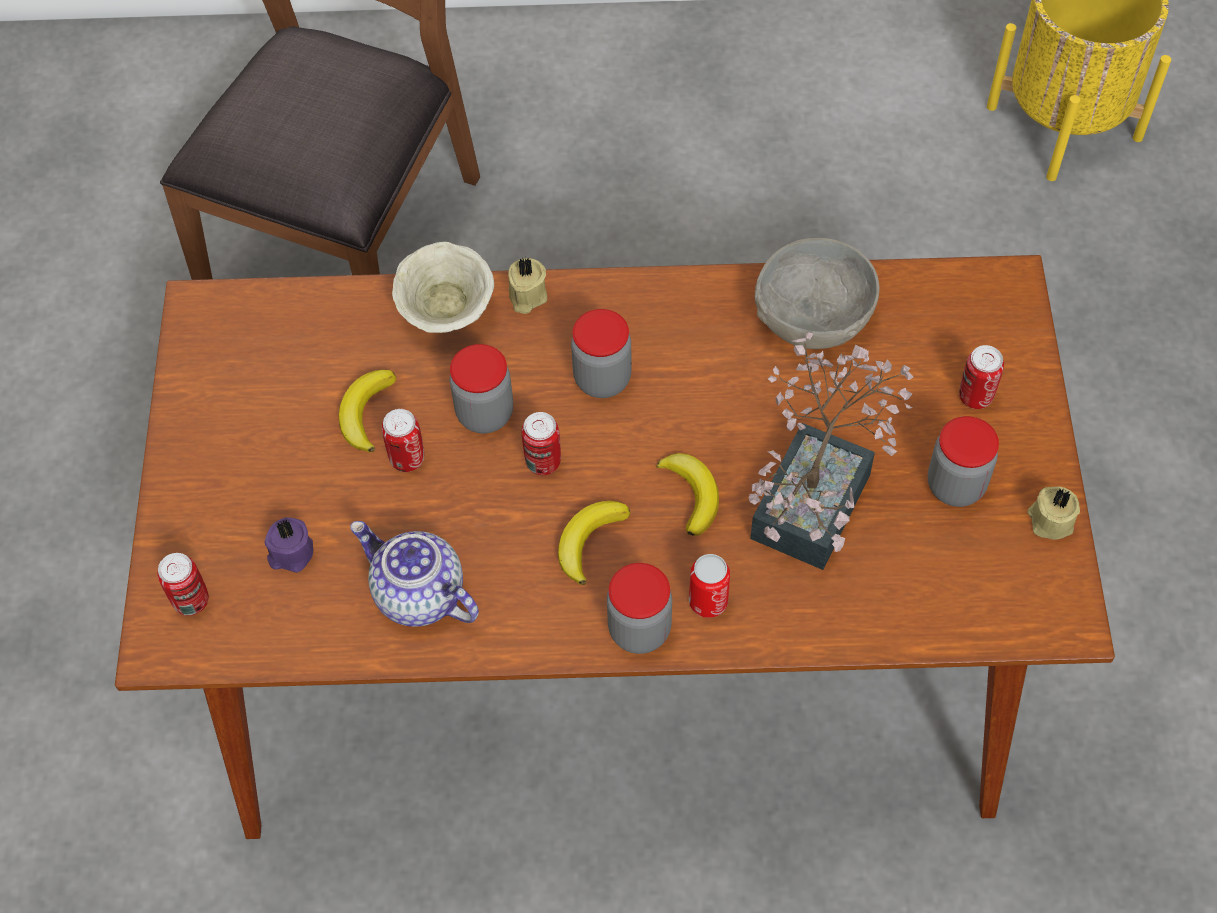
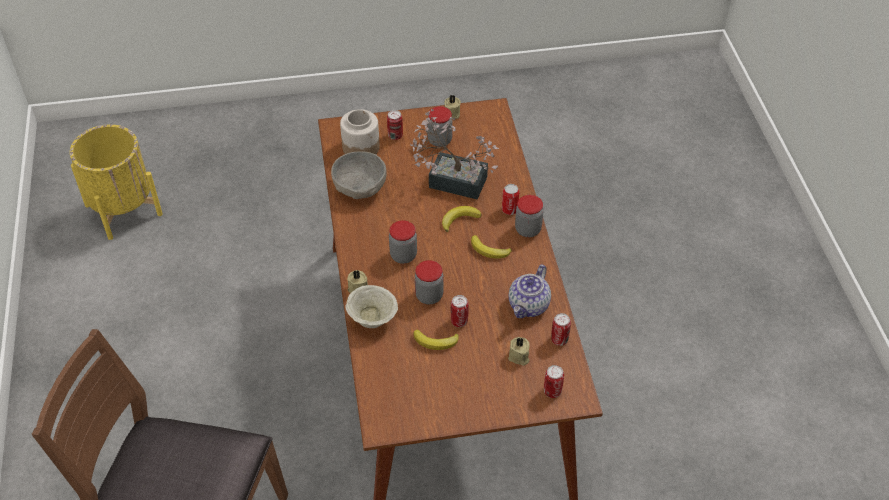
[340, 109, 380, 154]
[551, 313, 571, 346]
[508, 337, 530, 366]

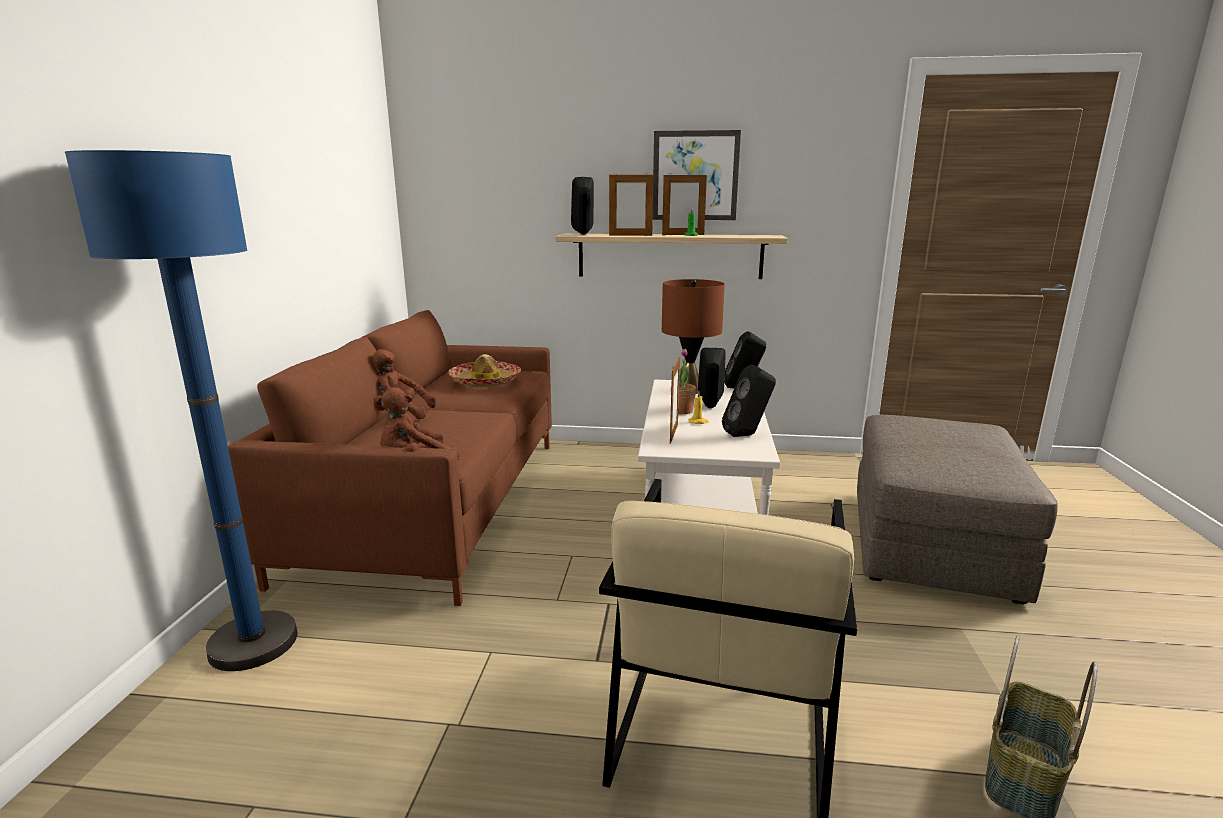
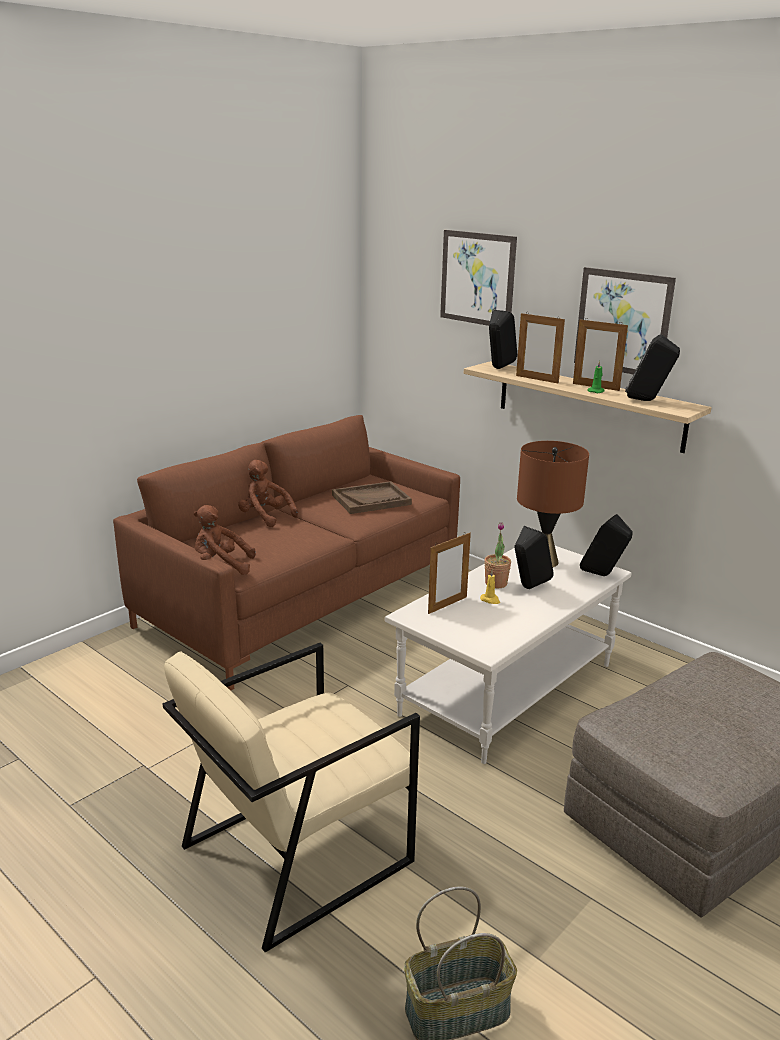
[65, 150, 298, 671] (first image)
[440, 230, 517, 326]
[625, 334, 680, 401]
[332, 481, 412, 514]

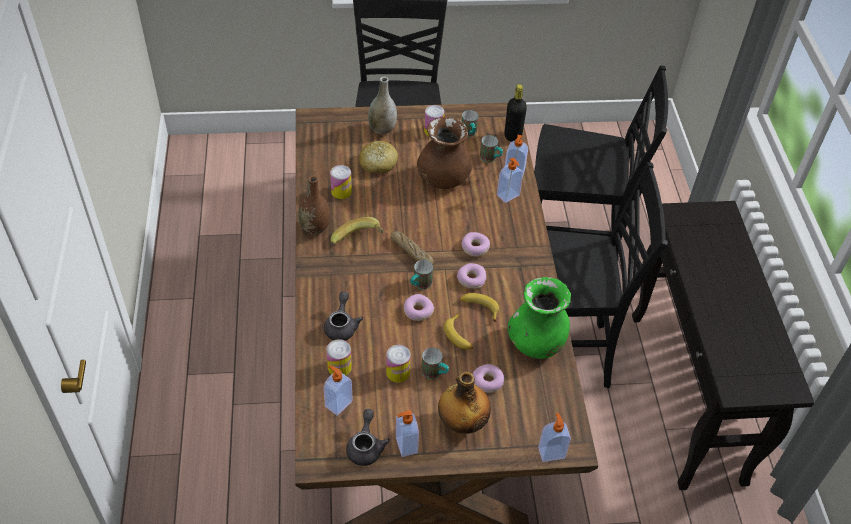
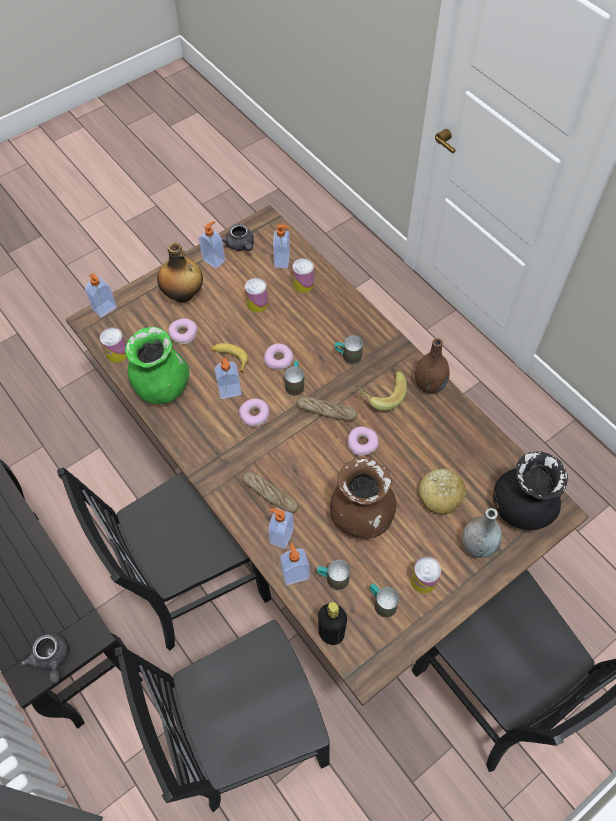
[242, 471, 299, 513]
[493, 451, 568, 530]
[20, 633, 69, 684]
[100, 327, 127, 363]
[334, 336, 363, 365]
[347, 426, 379, 456]
[215, 358, 242, 399]

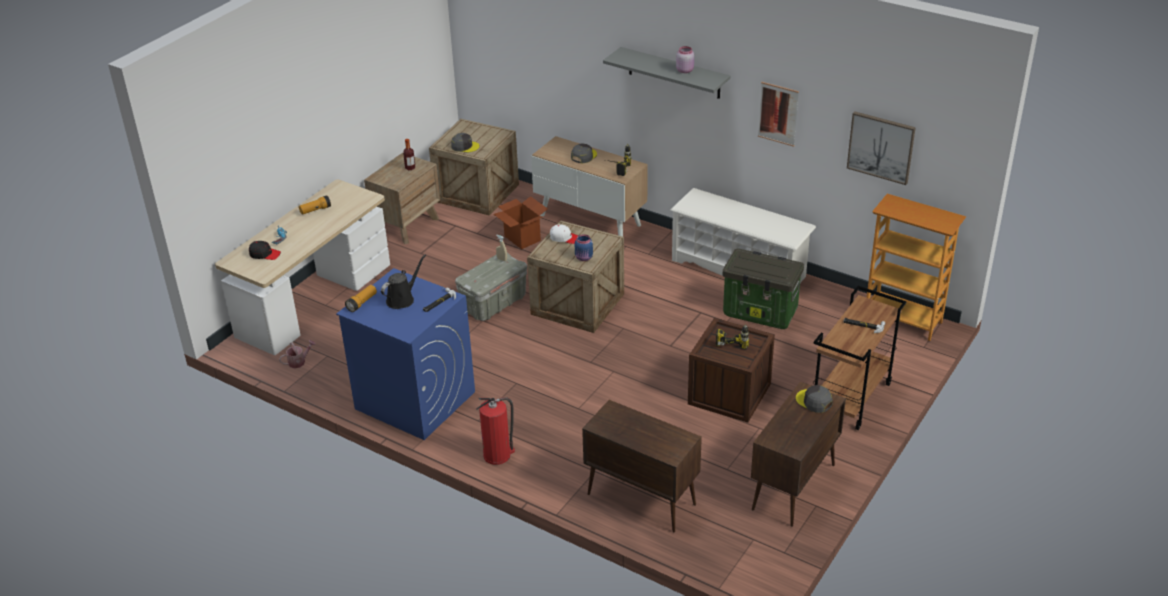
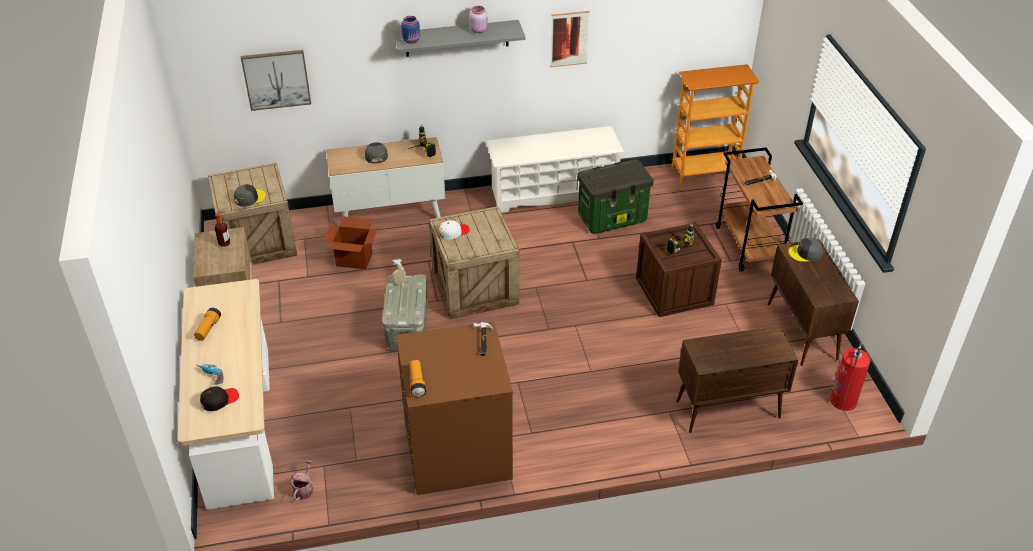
[381, 255, 426, 309] (first image)
[830, 342, 870, 411]
[401, 16, 420, 43]
[241, 50, 311, 111]
[396, 321, 513, 495]

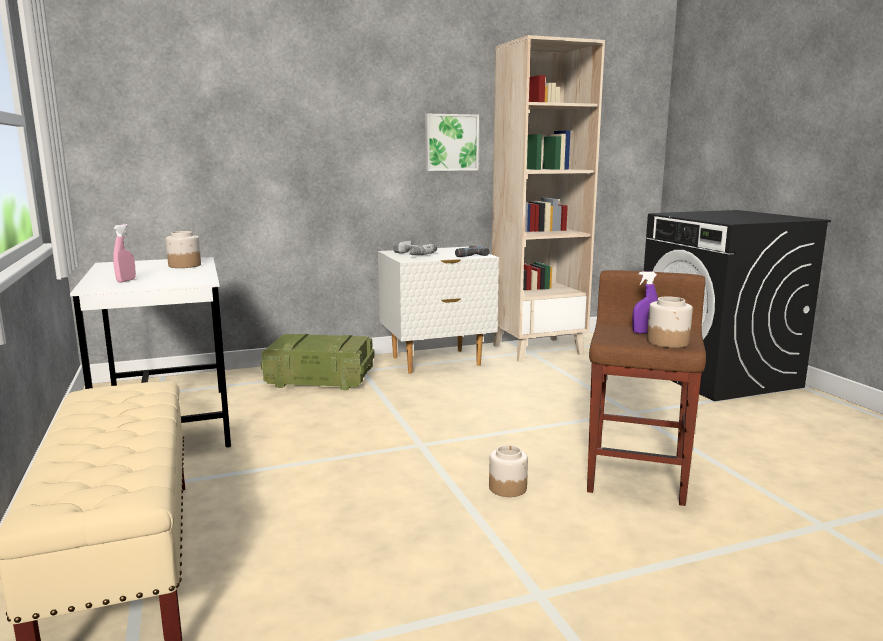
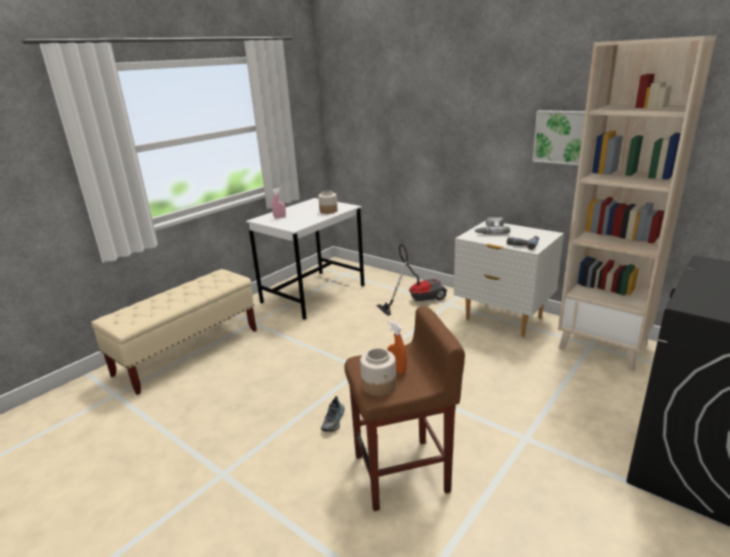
[376, 244, 447, 316]
[321, 396, 344, 432]
[387, 321, 407, 374]

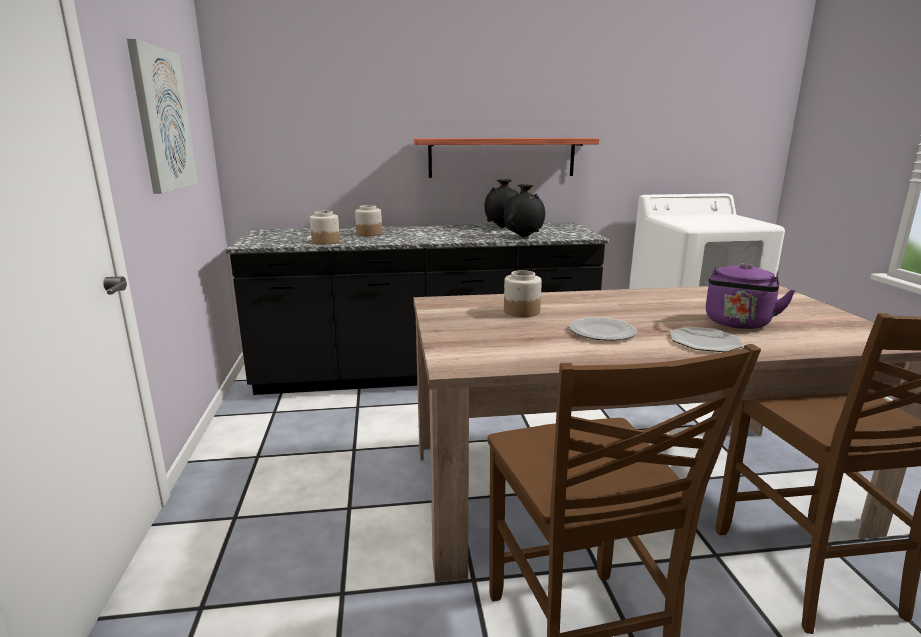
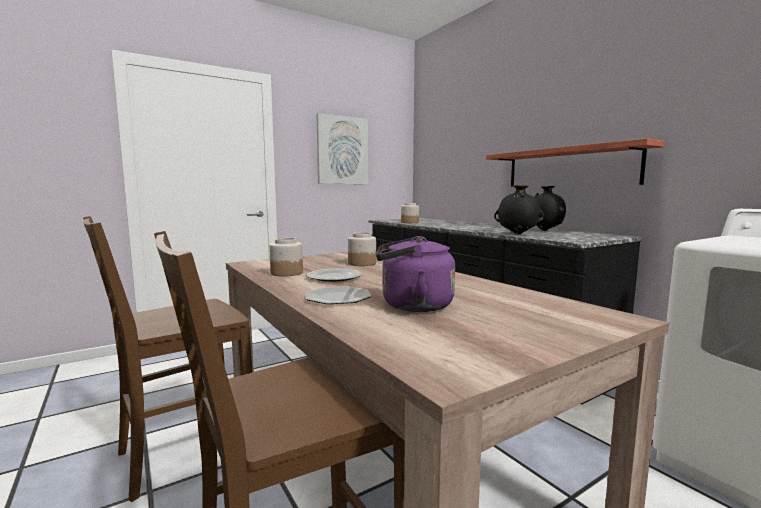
[269, 238, 303, 276]

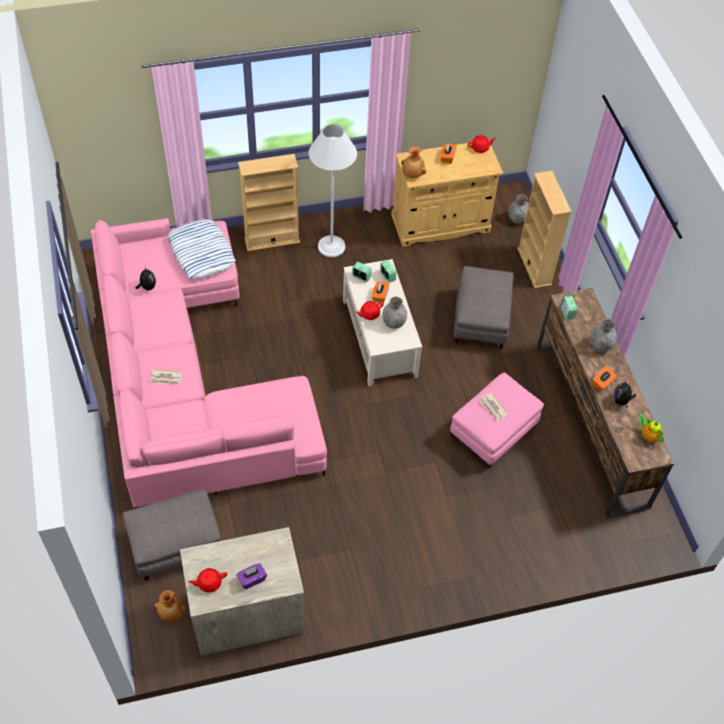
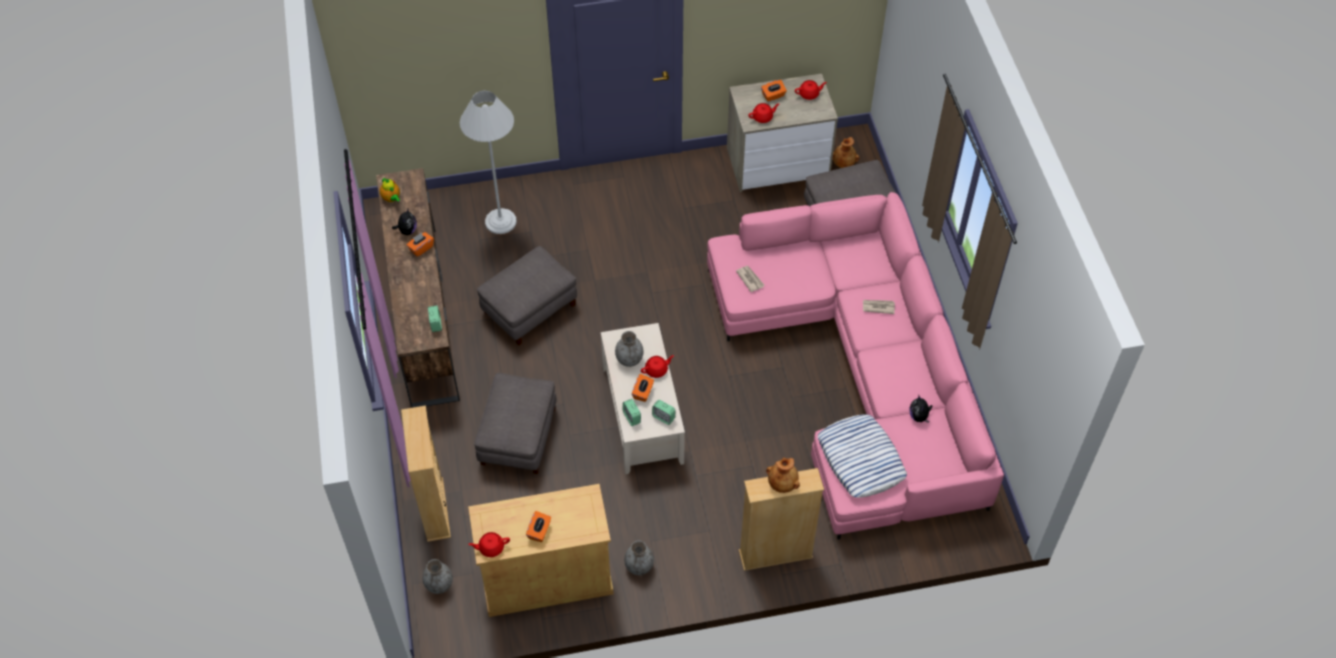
[749, 103, 779, 123]
[460, 91, 517, 234]
[766, 457, 800, 493]
[736, 266, 765, 292]
[624, 541, 654, 575]
[761, 80, 787, 102]
[477, 246, 577, 345]

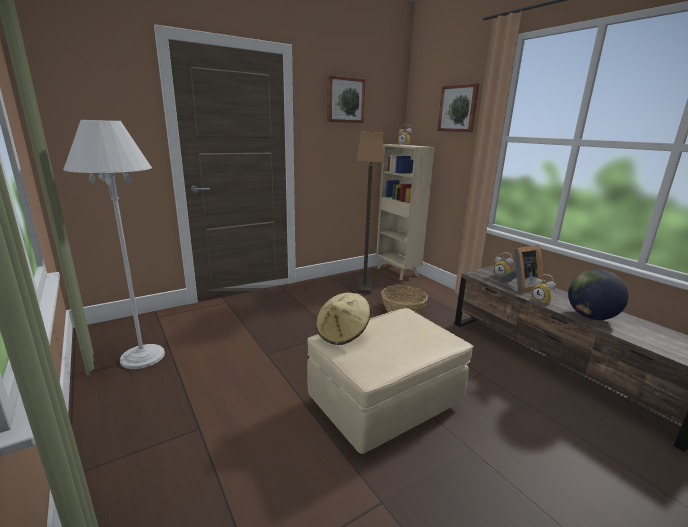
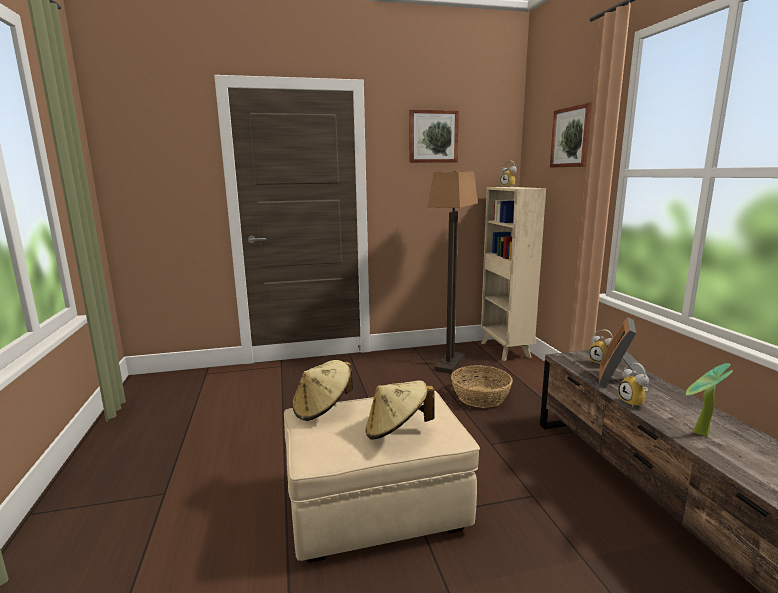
[63, 120, 165, 369] (first image)
[365, 380, 435, 440]
[686, 363, 733, 437]
[599, 317, 647, 388]

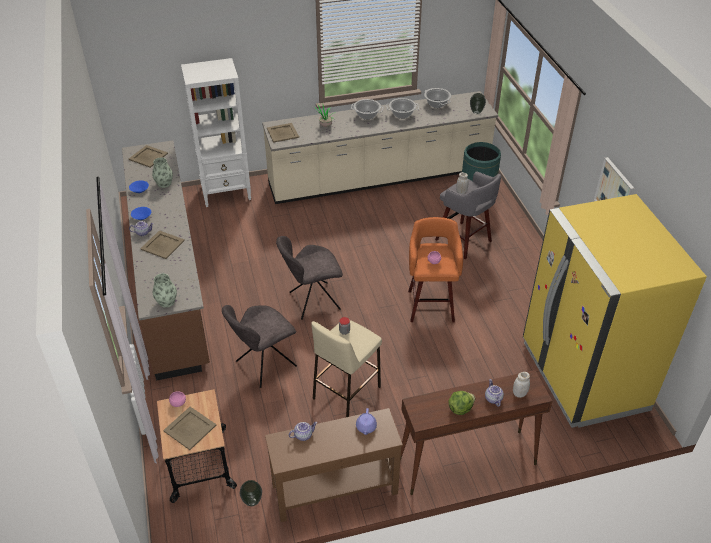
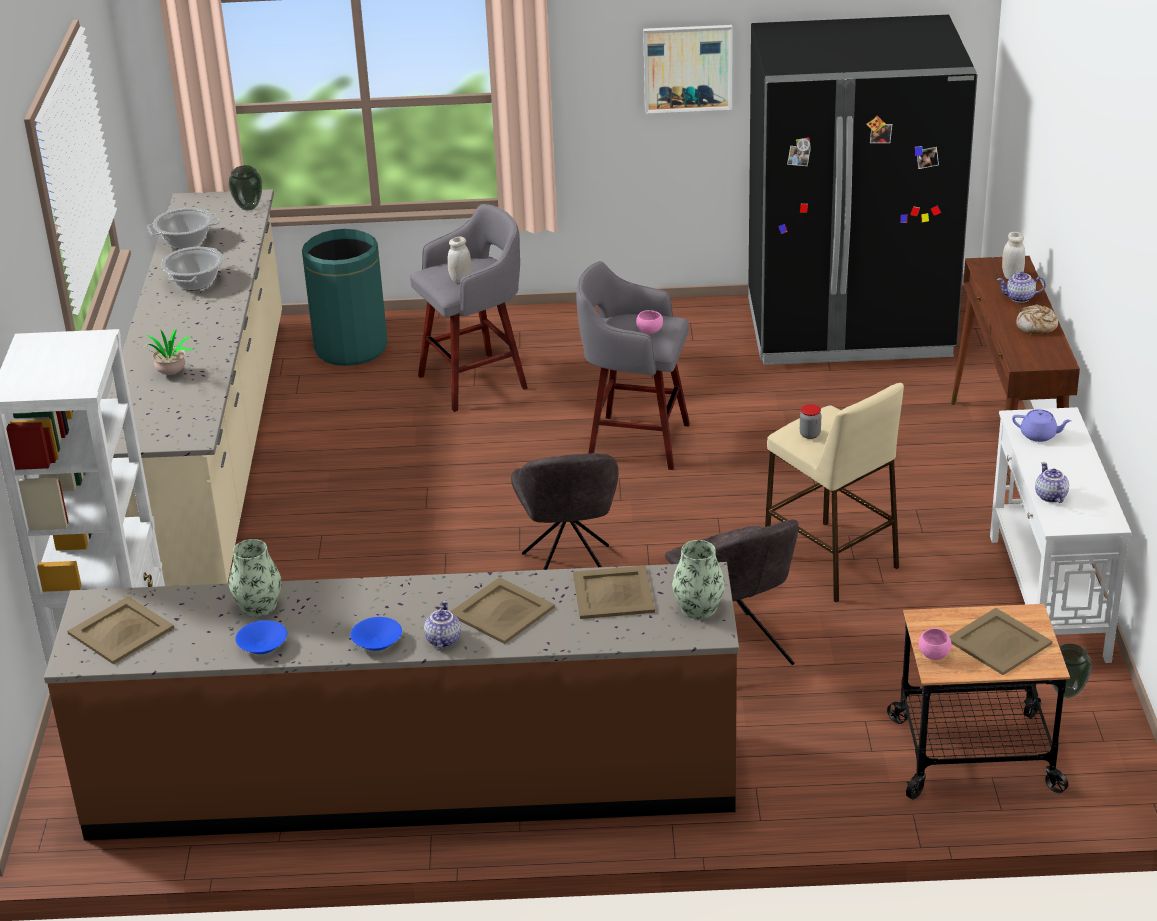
[351, 99, 384, 120] (first image)
[573, 565, 655, 619]
[1016, 304, 1058, 334]
[990, 407, 1132, 663]
[576, 261, 690, 470]
[748, 15, 978, 365]

